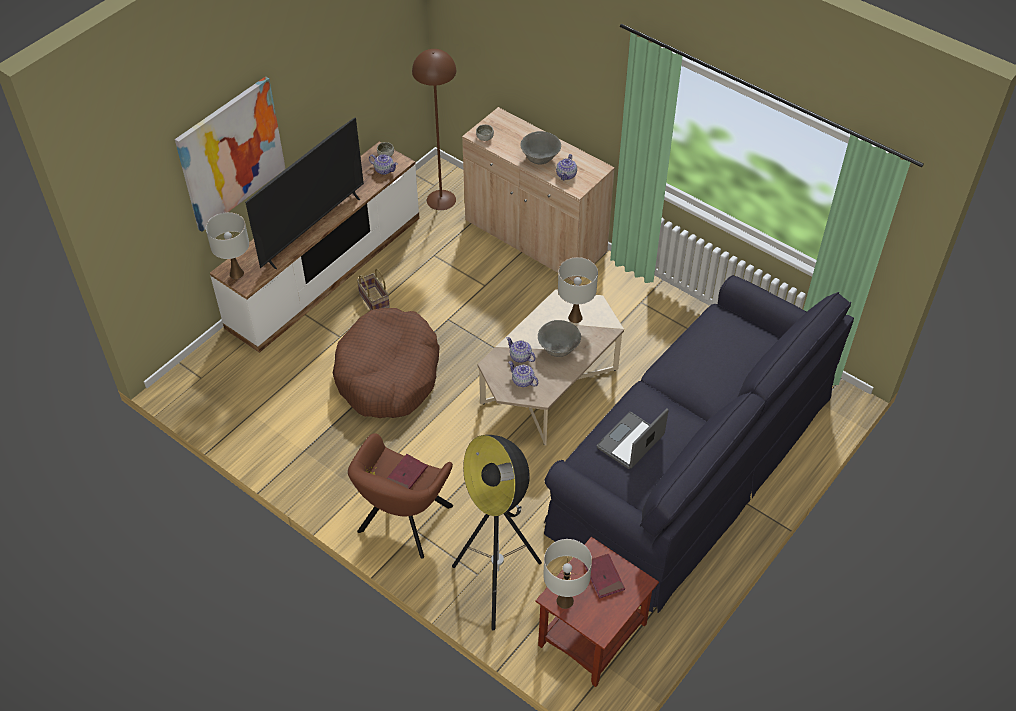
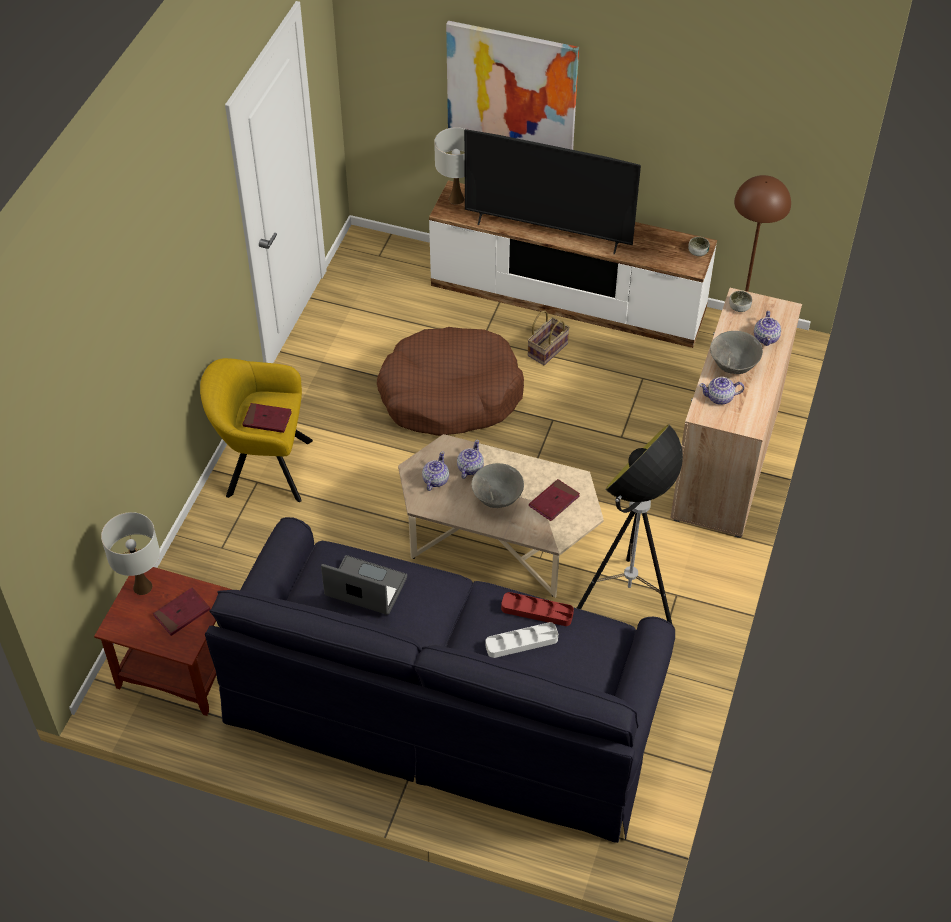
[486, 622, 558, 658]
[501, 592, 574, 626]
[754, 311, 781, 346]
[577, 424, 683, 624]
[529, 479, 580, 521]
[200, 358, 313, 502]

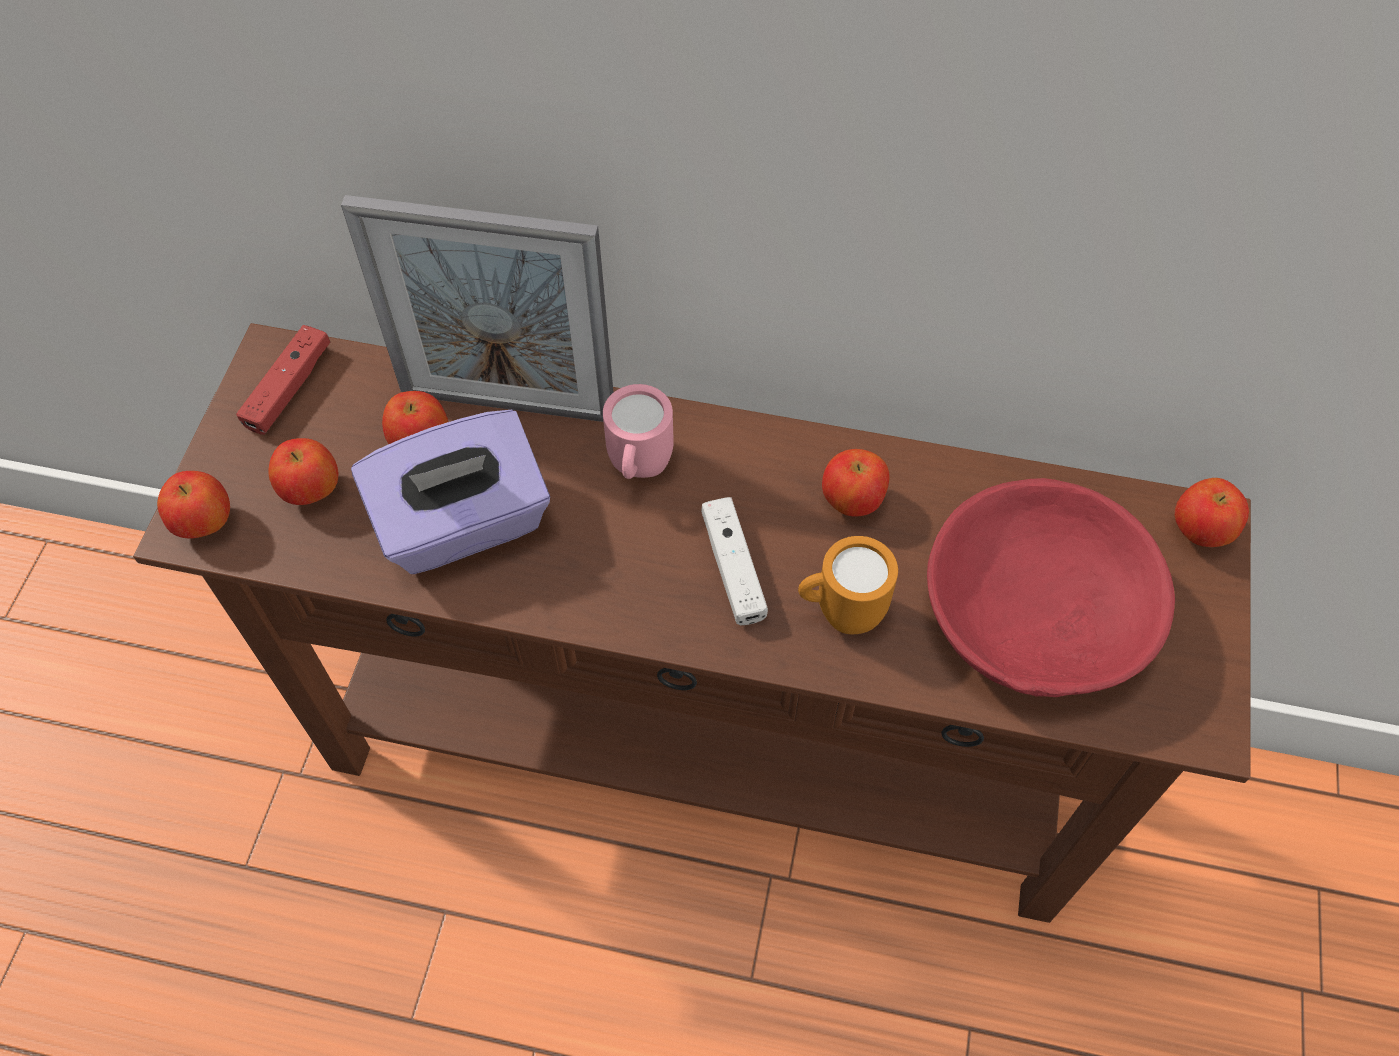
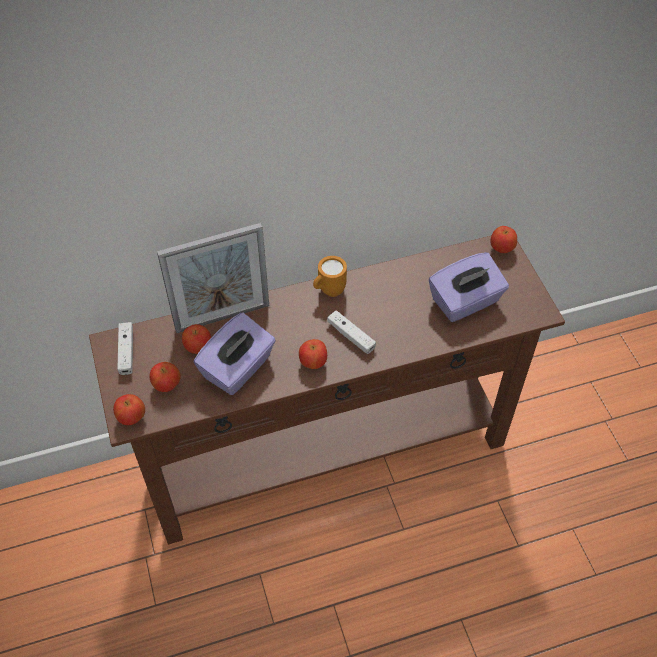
[603, 384, 674, 479] (first image)
[313, 256, 347, 297]
[299, 339, 327, 369]
[429, 252, 509, 322]
[118, 322, 133, 375]

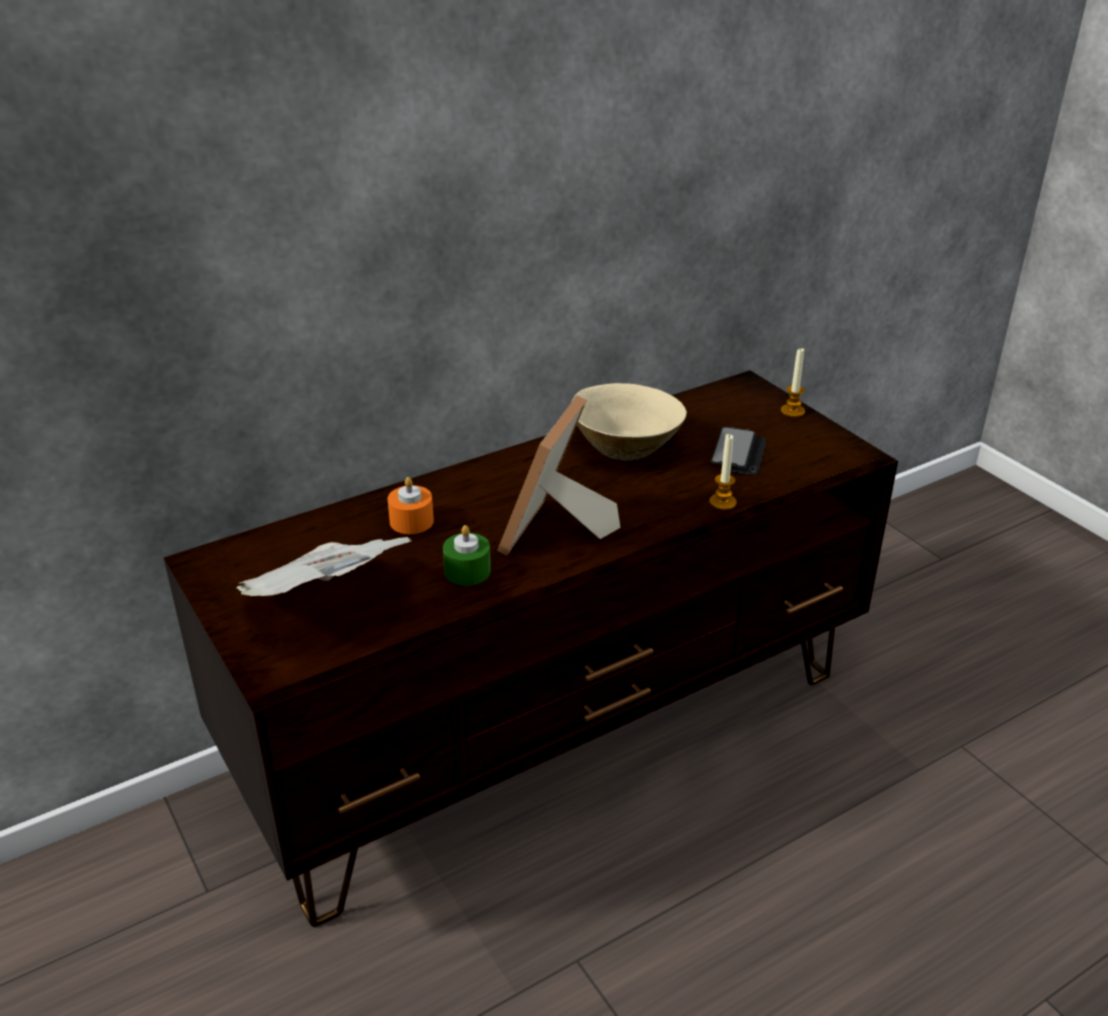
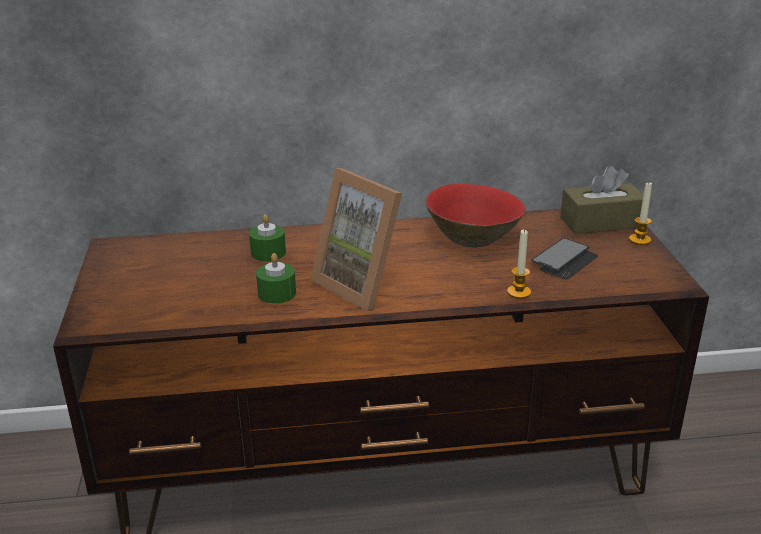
[236, 537, 411, 596] (first image)
[560, 165, 643, 234]
[249, 215, 286, 261]
[426, 184, 525, 247]
[311, 168, 402, 311]

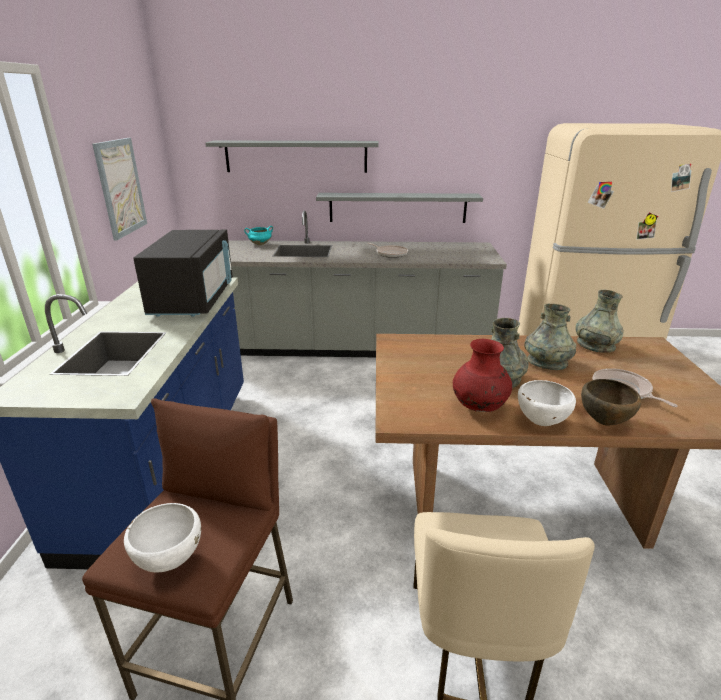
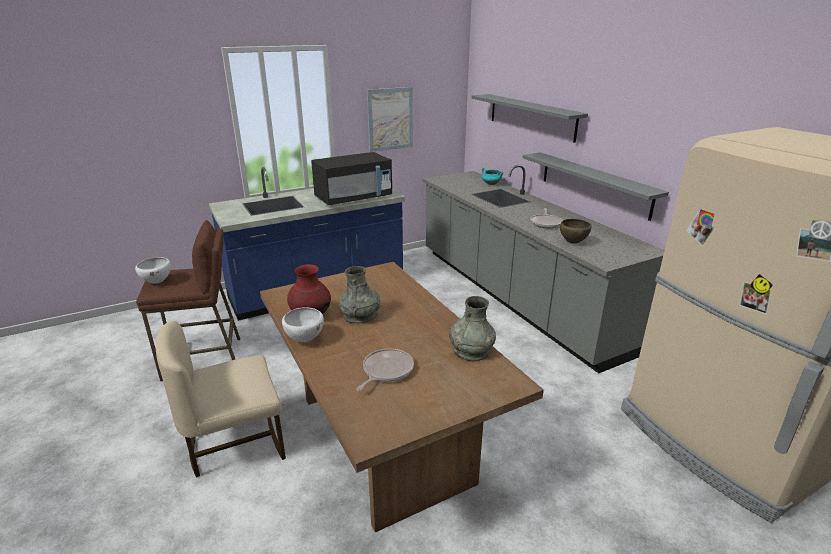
[524, 304, 576, 370] (first image)
[560, 219, 591, 243]

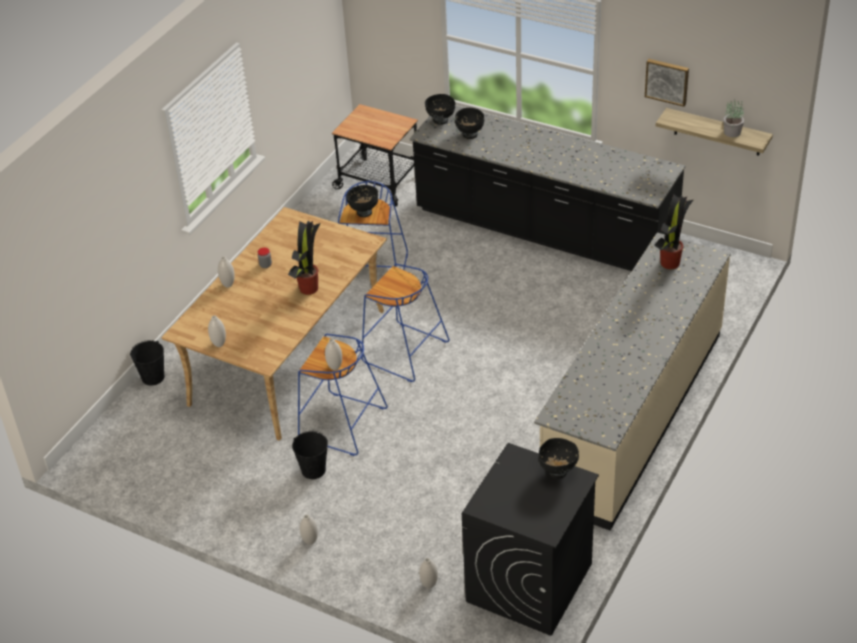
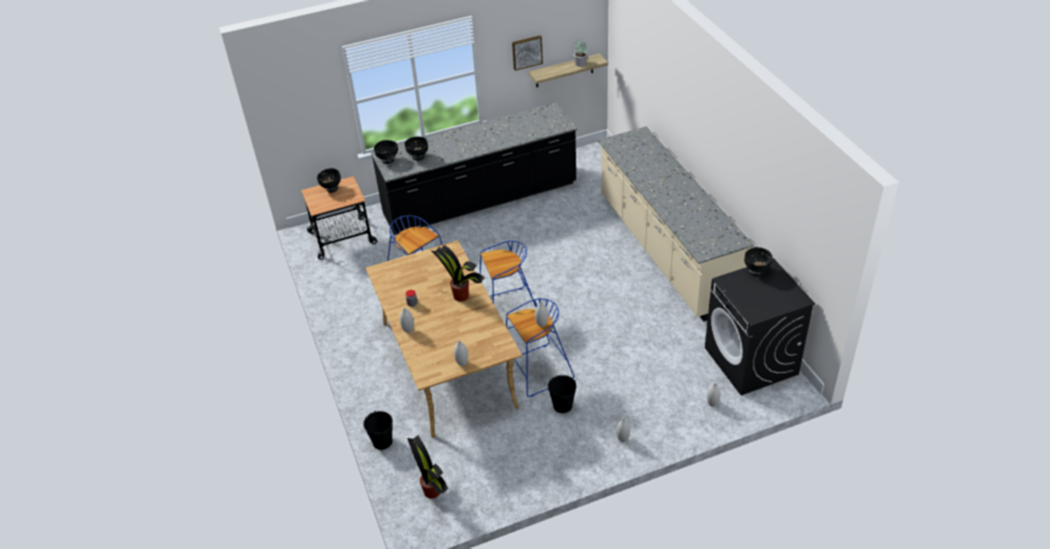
[317, 168, 341, 193]
[407, 435, 448, 499]

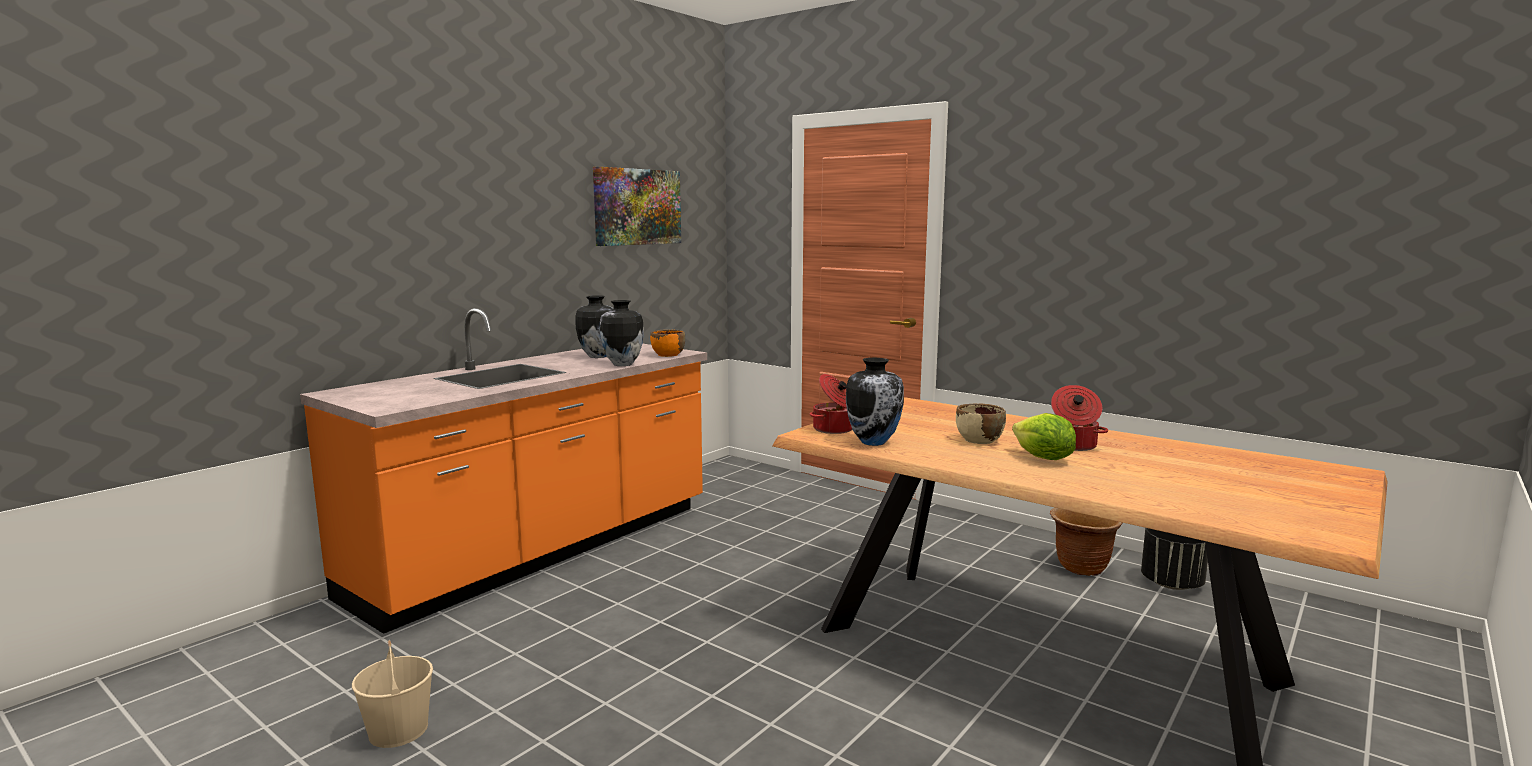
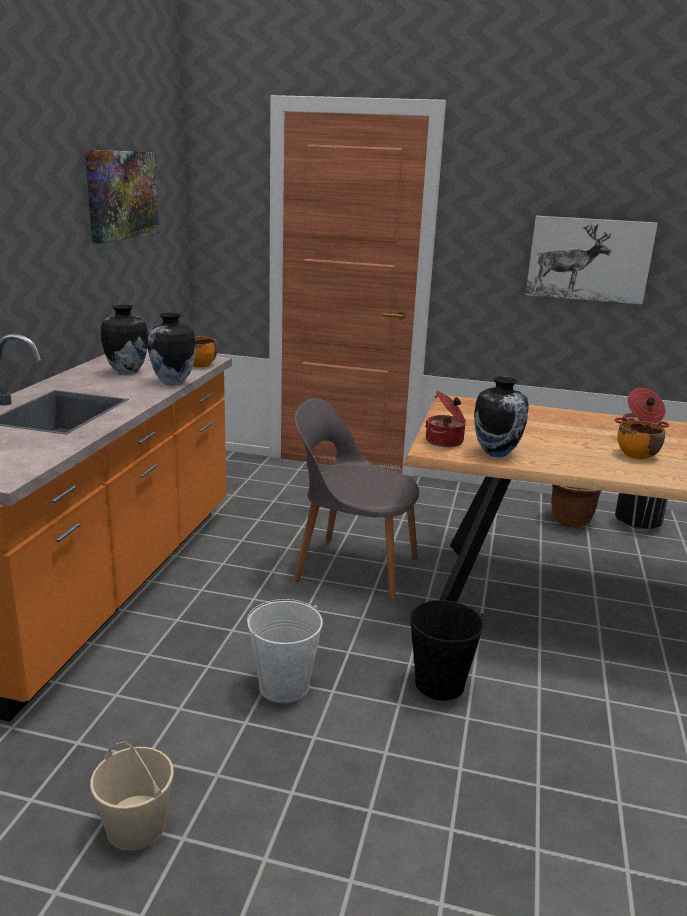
[956, 404, 1006, 444] (first image)
[247, 599, 323, 703]
[294, 398, 419, 602]
[410, 600, 484, 701]
[526, 216, 658, 304]
[617, 420, 665, 459]

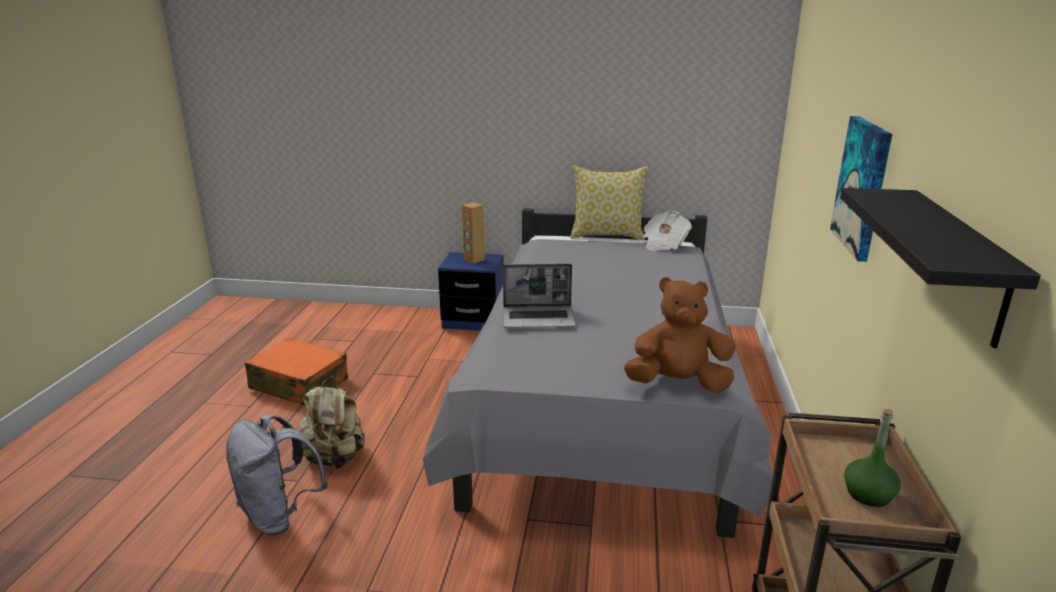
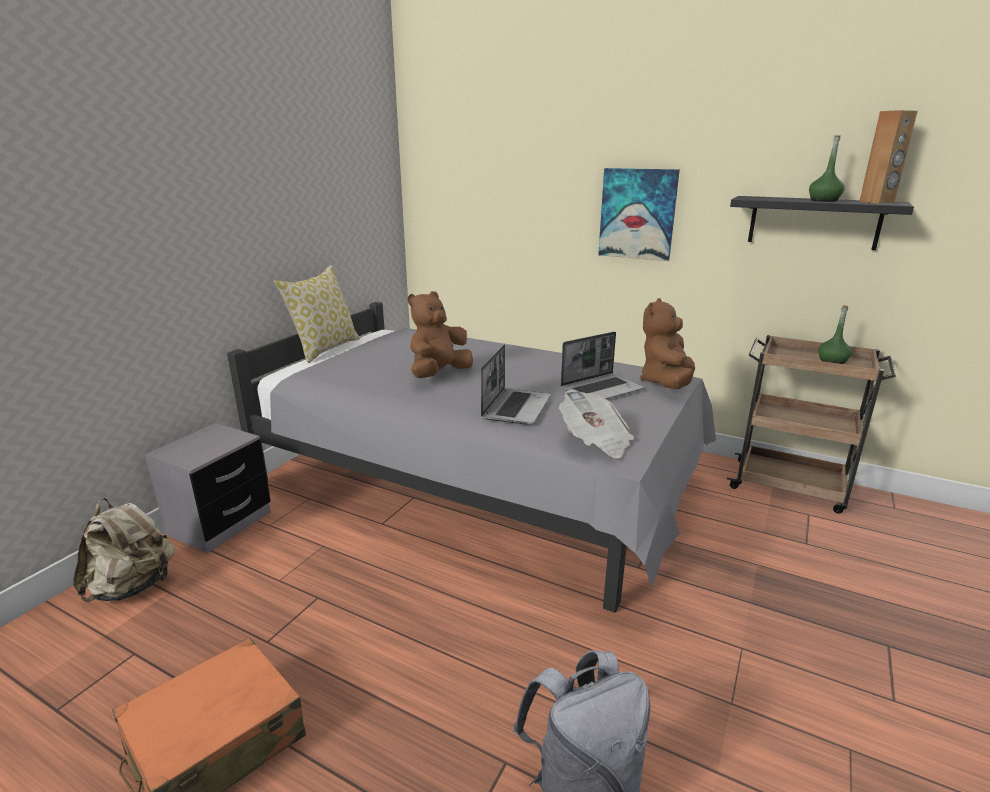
[408, 291, 473, 378]
[560, 332, 644, 399]
[809, 135, 845, 202]
[73, 498, 175, 602]
[859, 110, 918, 204]
[559, 390, 634, 459]
[145, 423, 271, 553]

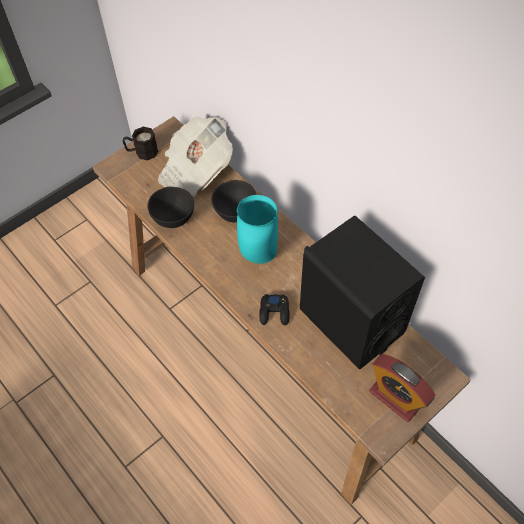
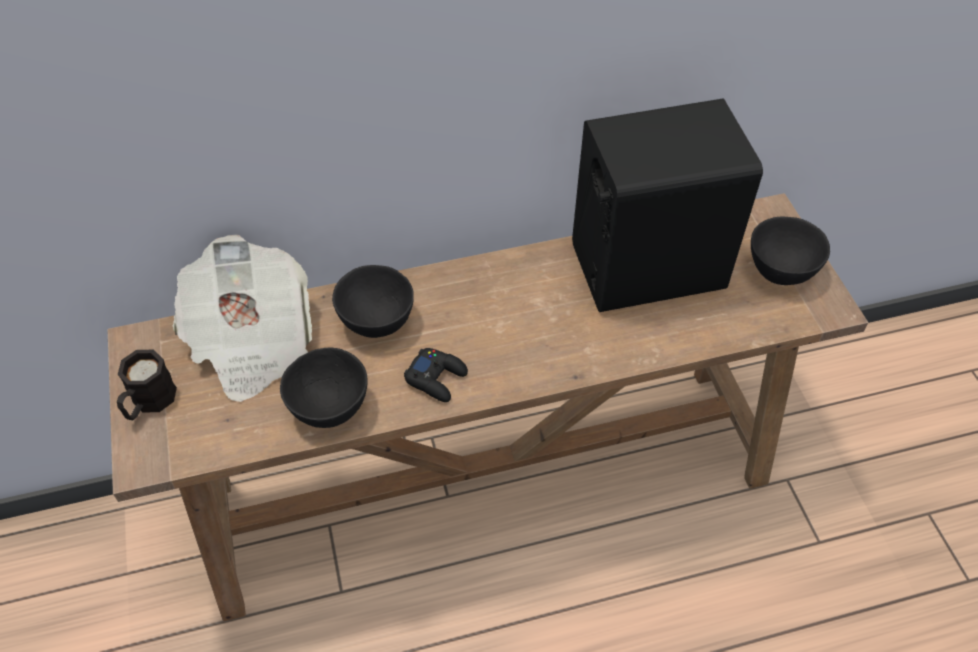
[237, 195, 278, 264] (first image)
[404, 348, 468, 402]
[751, 217, 830, 285]

